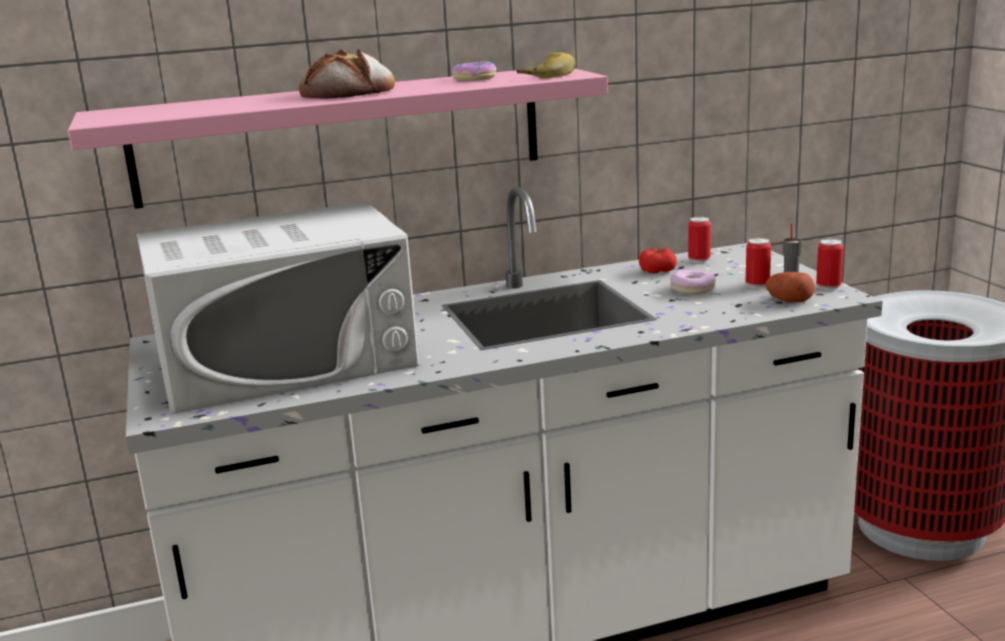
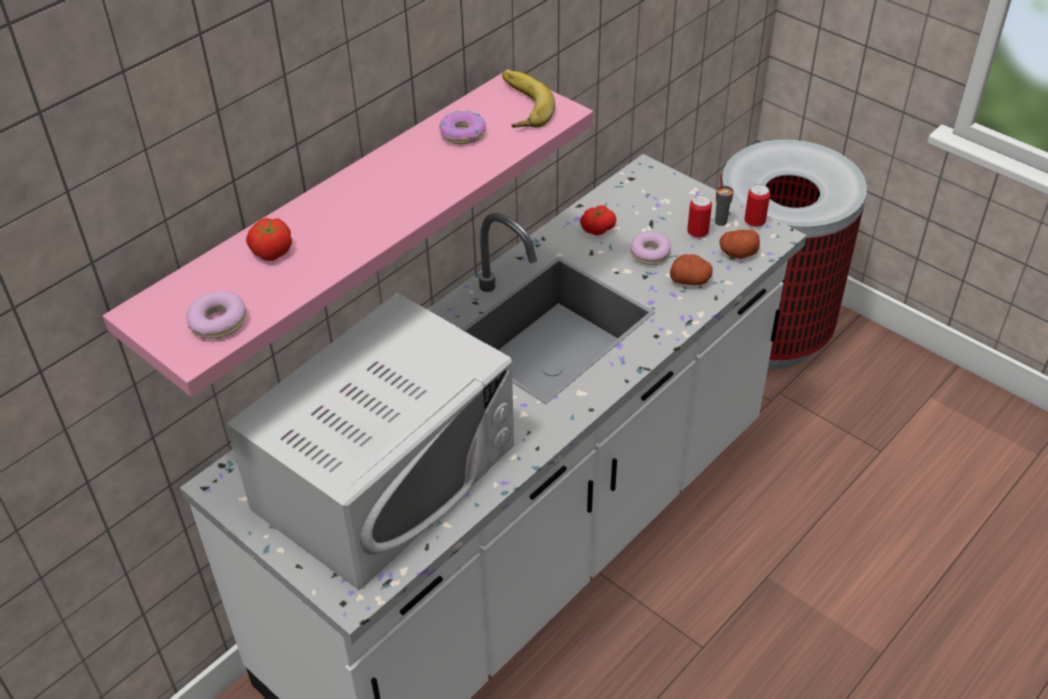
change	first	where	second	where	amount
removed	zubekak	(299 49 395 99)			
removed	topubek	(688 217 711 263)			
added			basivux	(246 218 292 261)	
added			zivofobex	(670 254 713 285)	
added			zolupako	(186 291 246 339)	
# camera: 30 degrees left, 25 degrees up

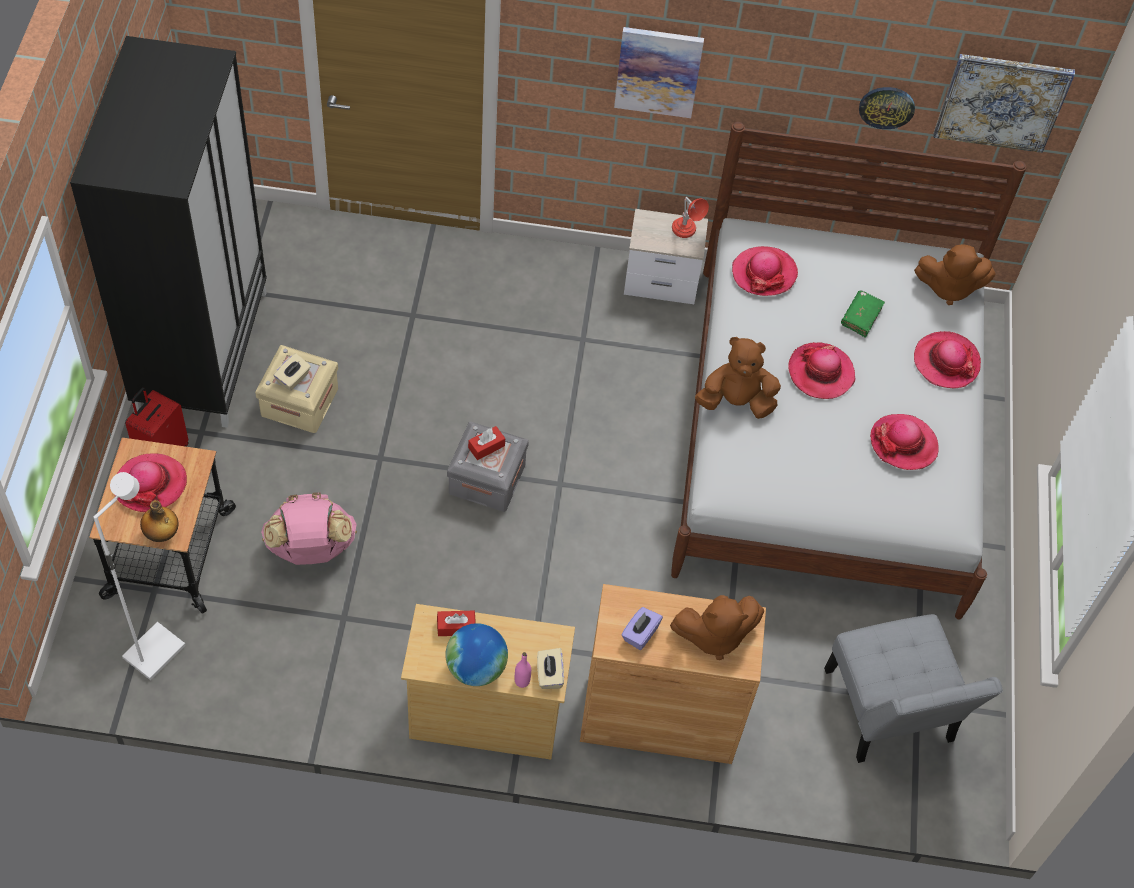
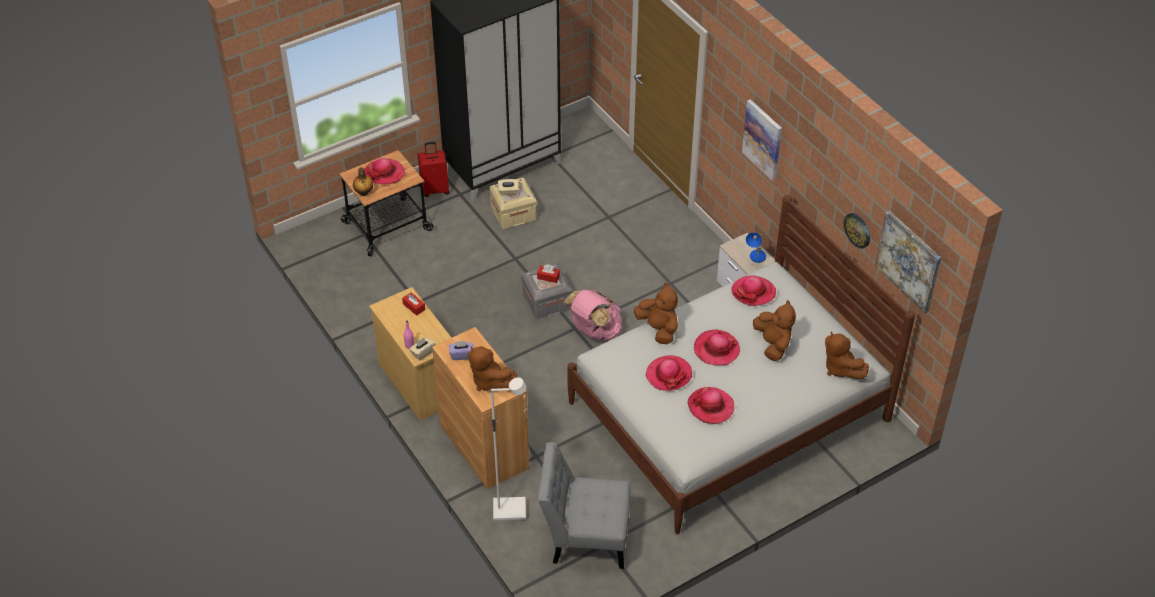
change	first	where	second	where	amount
recoloured	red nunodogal	(672 197 709 238)	blue nunodogal	(746 233 766 263)	
replaced	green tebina	(841 290 885 338)	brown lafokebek	(753 300 796 361)	
moved	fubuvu	(914 331 981 389)		(646 355 692 391)	
moved	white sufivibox	(94 472 186 680)		(491 377 527 521)	
moved	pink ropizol	(261 492 357 565)		(564 290 622 341)	
turned	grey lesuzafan	(824 614 1003 763)		(538 442 631 569)	60 degrees clockwise
removed	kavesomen	(445 623 508 686)			
# camera: 55 degrees right, 10 degrees down

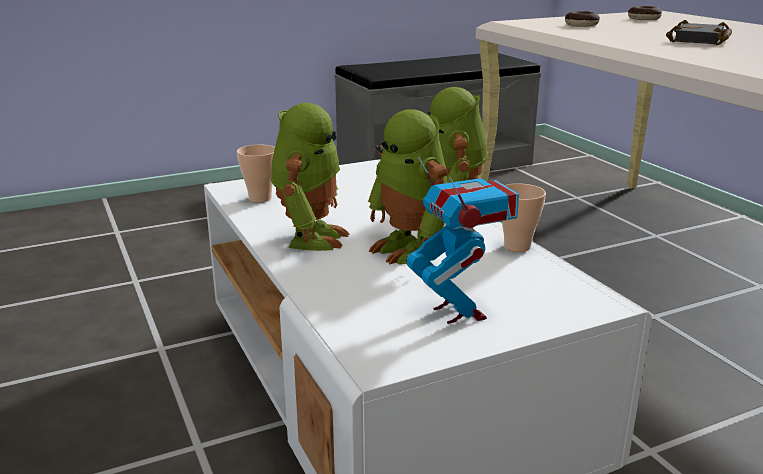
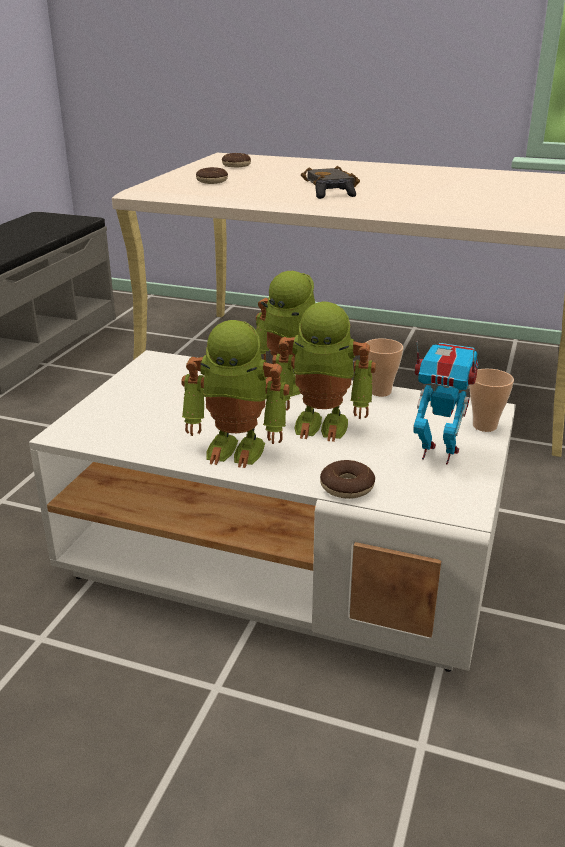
change	first	where	second	where	amount
turned	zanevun	(271 103 350 251)		(181 320 290 468)	135 degrees clockwise
moved	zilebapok	(237 144 275 203)		(469 369 514 432)	
added			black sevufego	(316 179 356 199)	
added			zolupako	(320 460 375 499)	
# camera: 45 degrees left, 5 degrees up

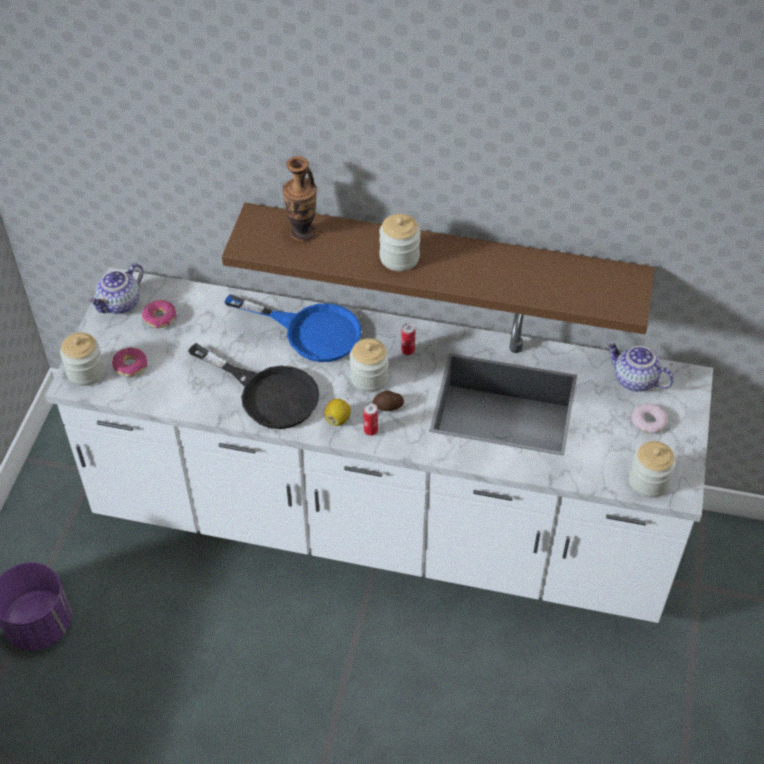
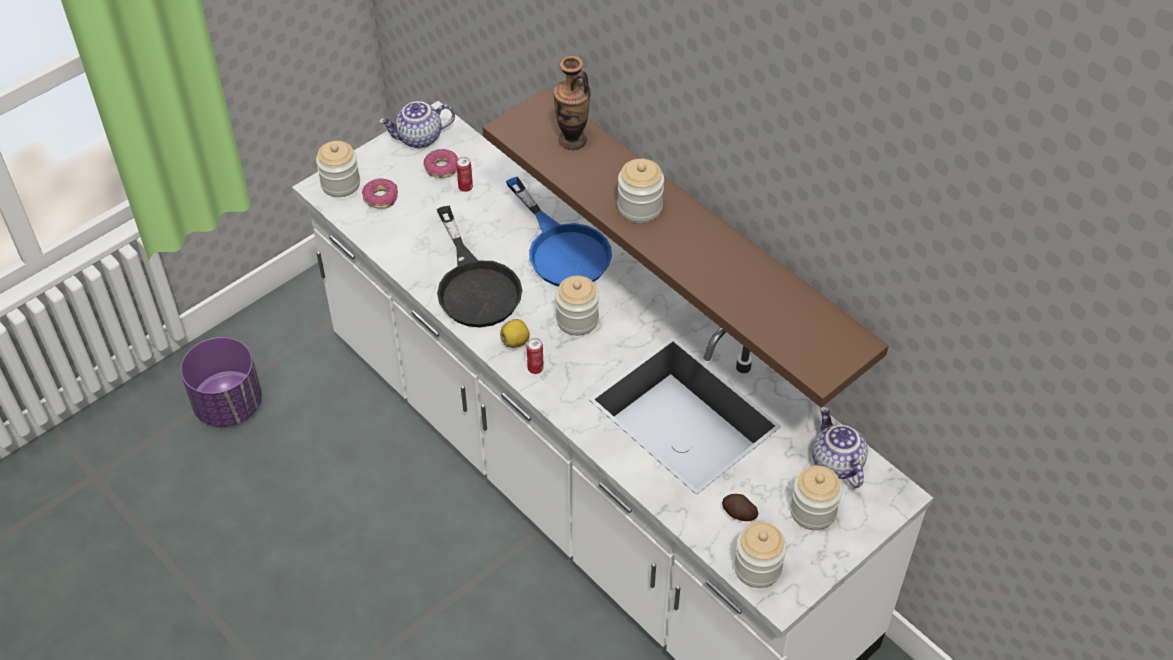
change	first	where	second	where	amount
moved	topubek	(401 323 415 355)		(456 157 473 192)	
moved	zivofobex	(373 390 404 411)		(722 494 758 521)	
replaced	zolupako	(632 404 668 433)	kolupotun	(790 466 842 530)	
# camera: 35 degrees right, 0 degrees up

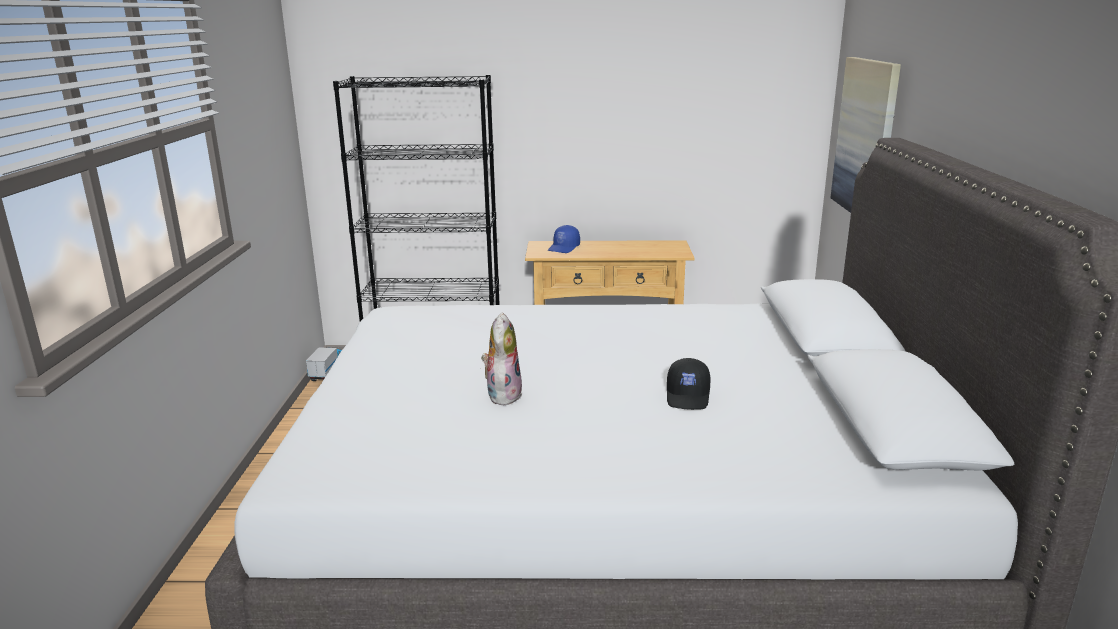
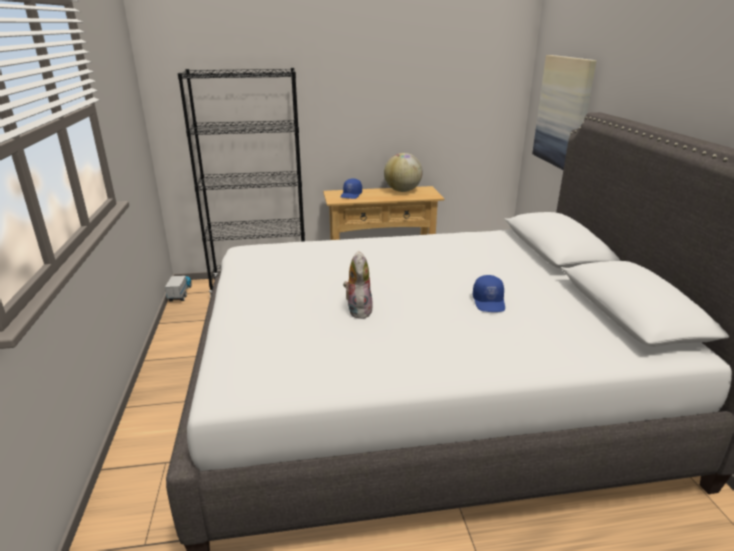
change	first	where	second	where	amount
recoloured	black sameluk	(667 358 711 410)	blue sameluk	(473 275 505 312)	
added			kavesomen	(384 153 422 192)	
# camera: 10 degrees left, 5 degrees up

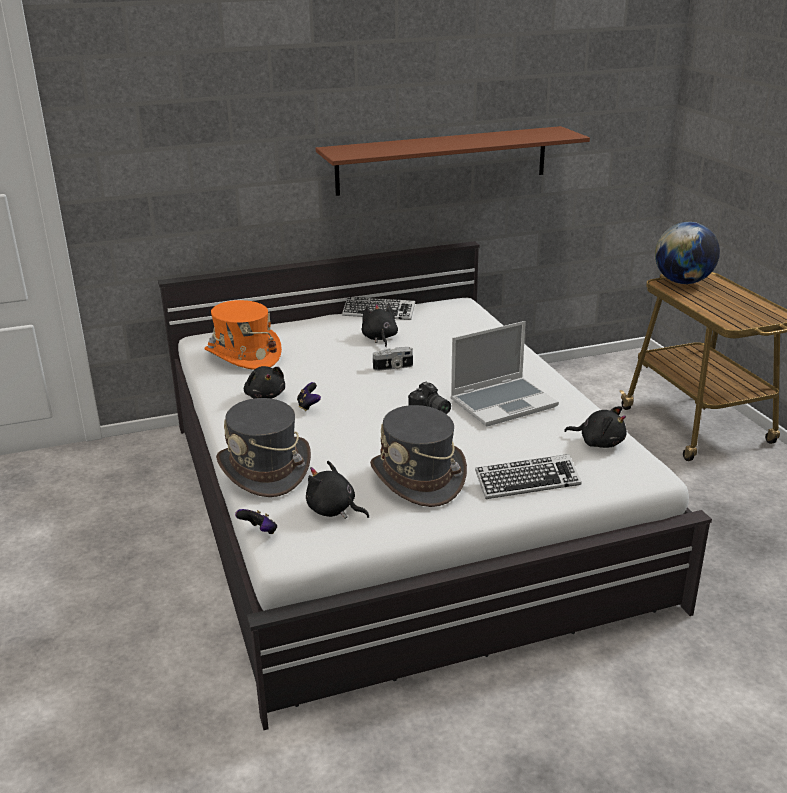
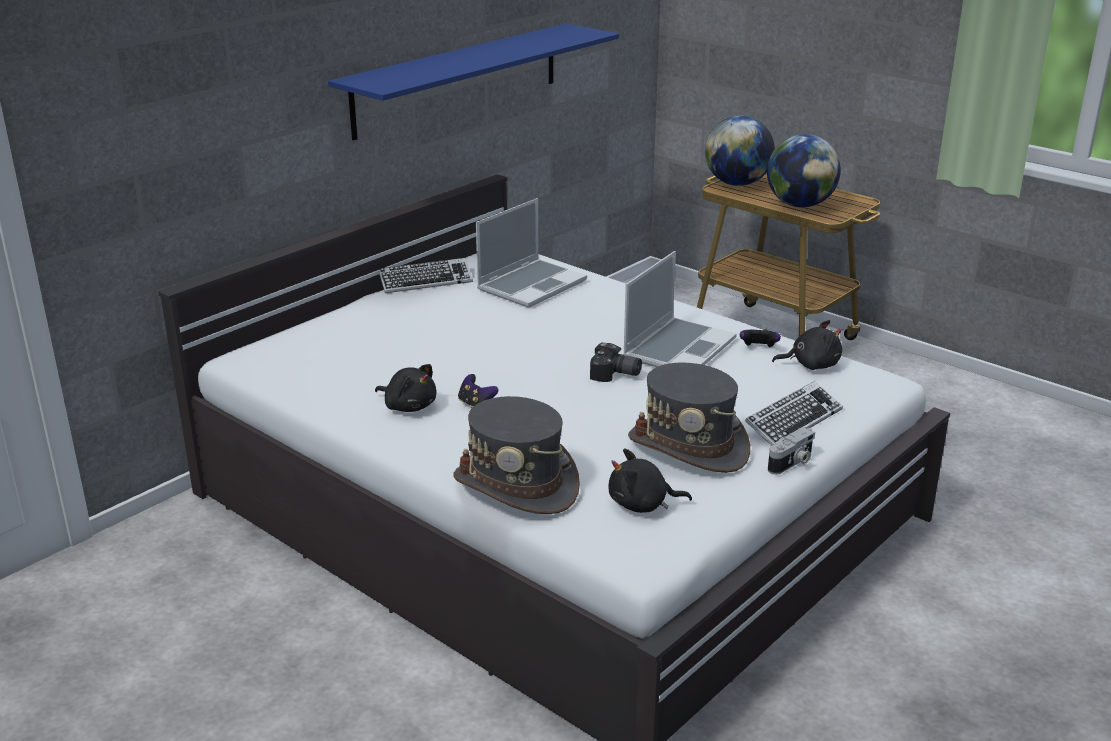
change	first	where	second	where	amount
recoloured	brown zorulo	(316 126 590 196)	blue zorulo	(328 24 619 140)	
removed	orange fubuvu	(204 300 282 370)			
removed	black lafokebek	(362 304 398 347)			
moved	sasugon	(373 347 413 371)		(768 427 815 474)	
moved	sevufego	(235 509 277 534)		(740 329 781 347)	
added			kavesomen	(767 134 841 207)	
added			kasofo	(476 198 587 308)	
# camera: 30 degrees left, 0 degrees up

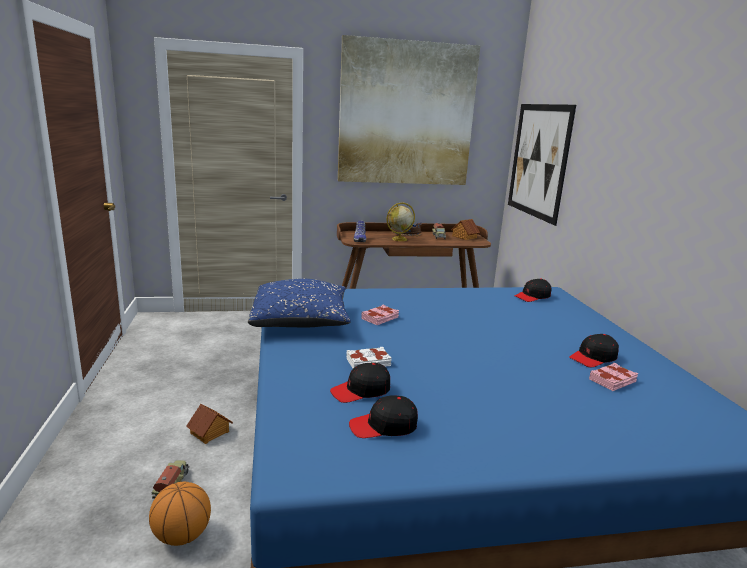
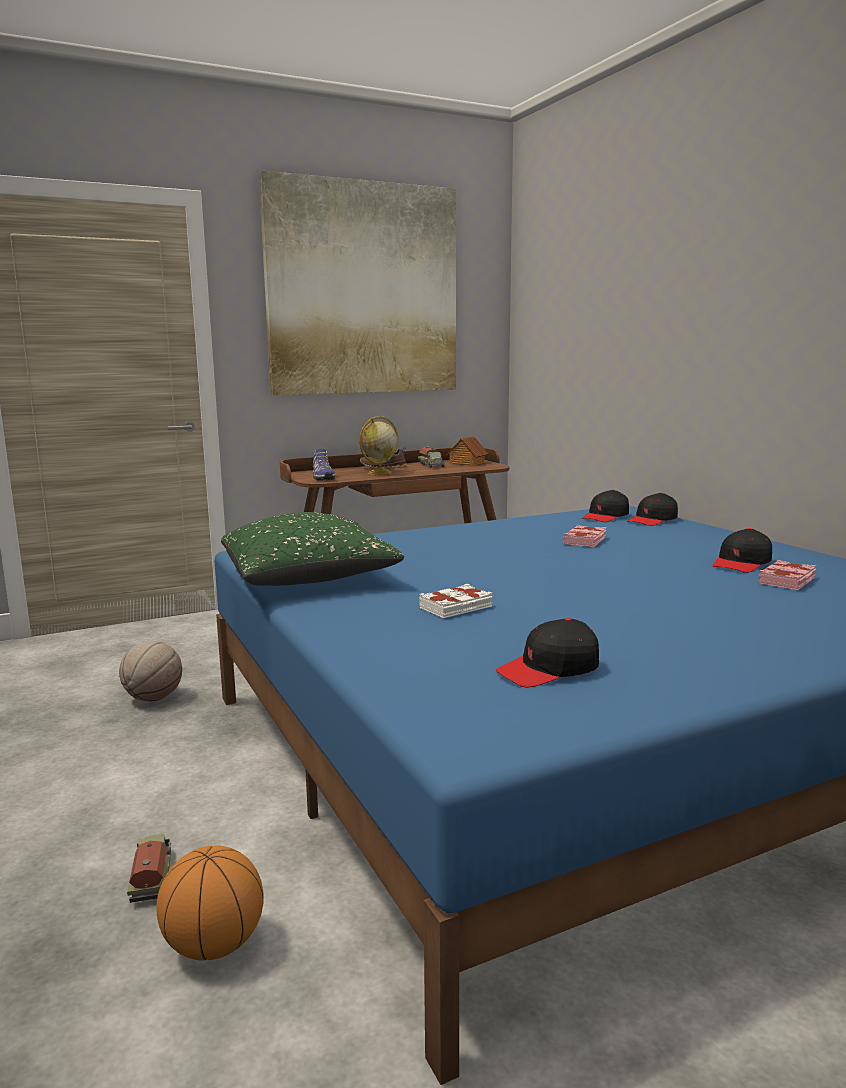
change	first	where	second	where	amount
removed	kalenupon	(508 104 576 226)			
recoloured	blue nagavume	(248 279 351 327)	green nagavume	(221 512 404 586)	
moved	pink tebina	(361 304 399 325)		(563 525 606 547)	
moved	black sameluk	(330 363 390 403)		(627 492 678 526)	
removed	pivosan	(186 403 233 444)			
added			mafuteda	(119 641 182 702)	
# camera: 15 degrees left, 5 degrees down

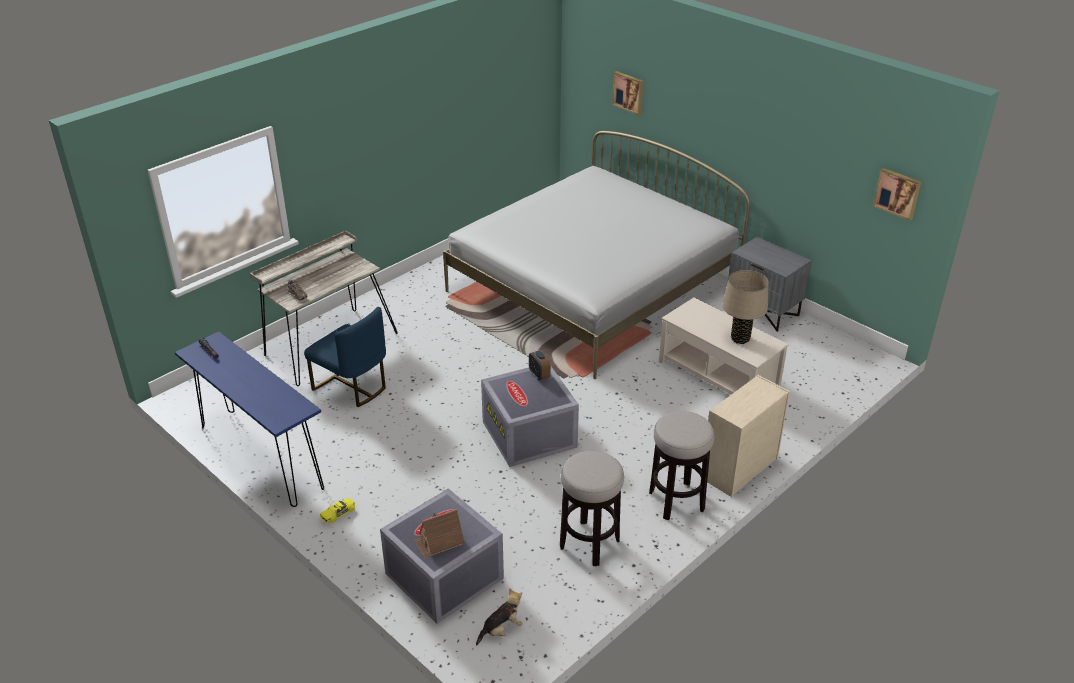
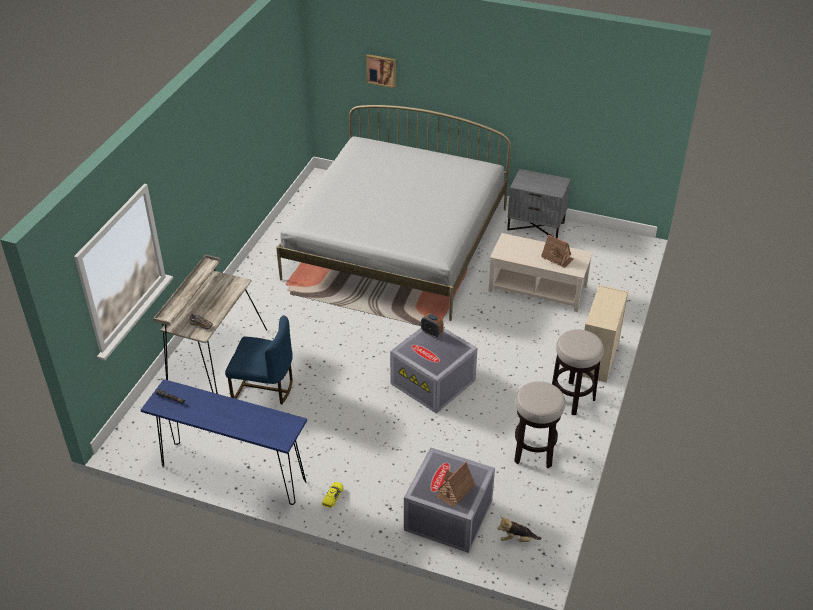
change	first	where	second	where	amount
removed	kalenupon	(873 168 921 220)			
replaced	beige nunodogal	(722 270 769 344)	pivosan	(541 235 574 268)	
turned	lafokebek	(476 588 523 645)		(497 517 542 542)	120 degrees counterclockwise
# camera: 25 degrees left, 5 degrees up

